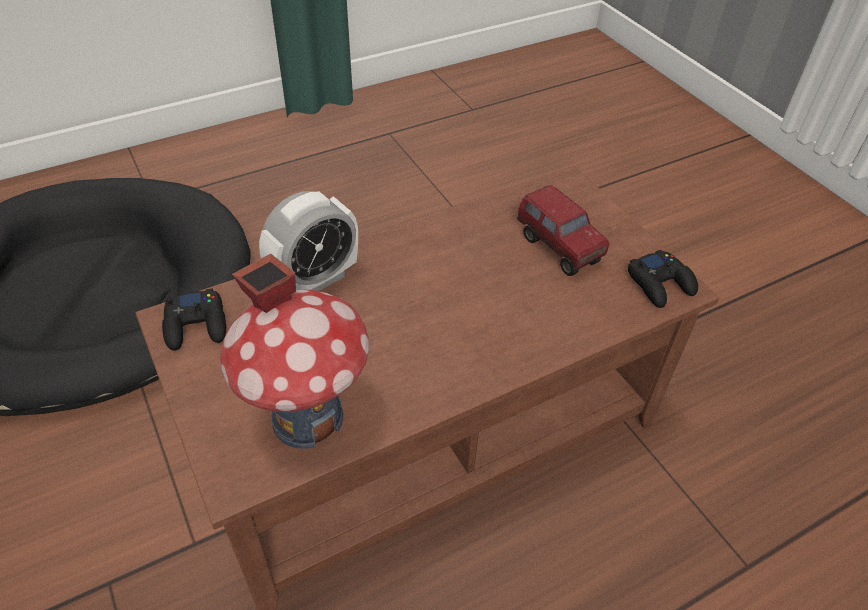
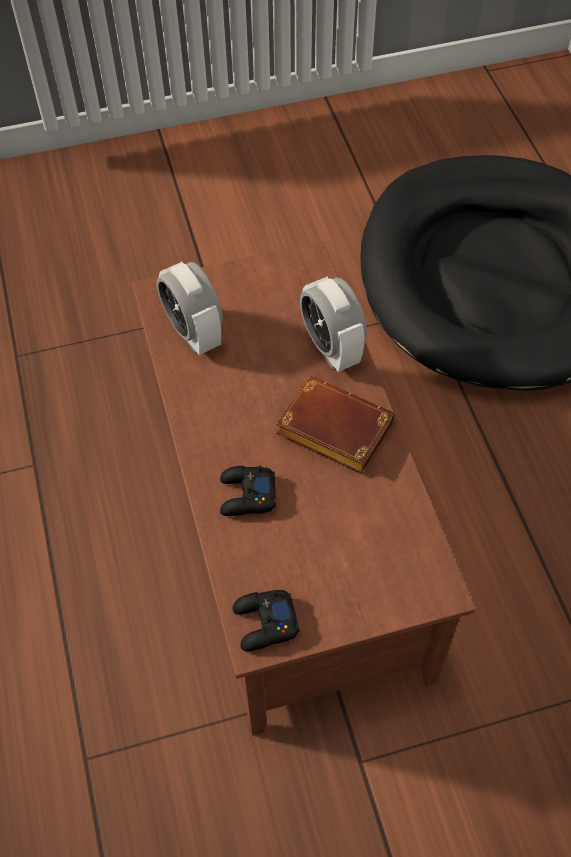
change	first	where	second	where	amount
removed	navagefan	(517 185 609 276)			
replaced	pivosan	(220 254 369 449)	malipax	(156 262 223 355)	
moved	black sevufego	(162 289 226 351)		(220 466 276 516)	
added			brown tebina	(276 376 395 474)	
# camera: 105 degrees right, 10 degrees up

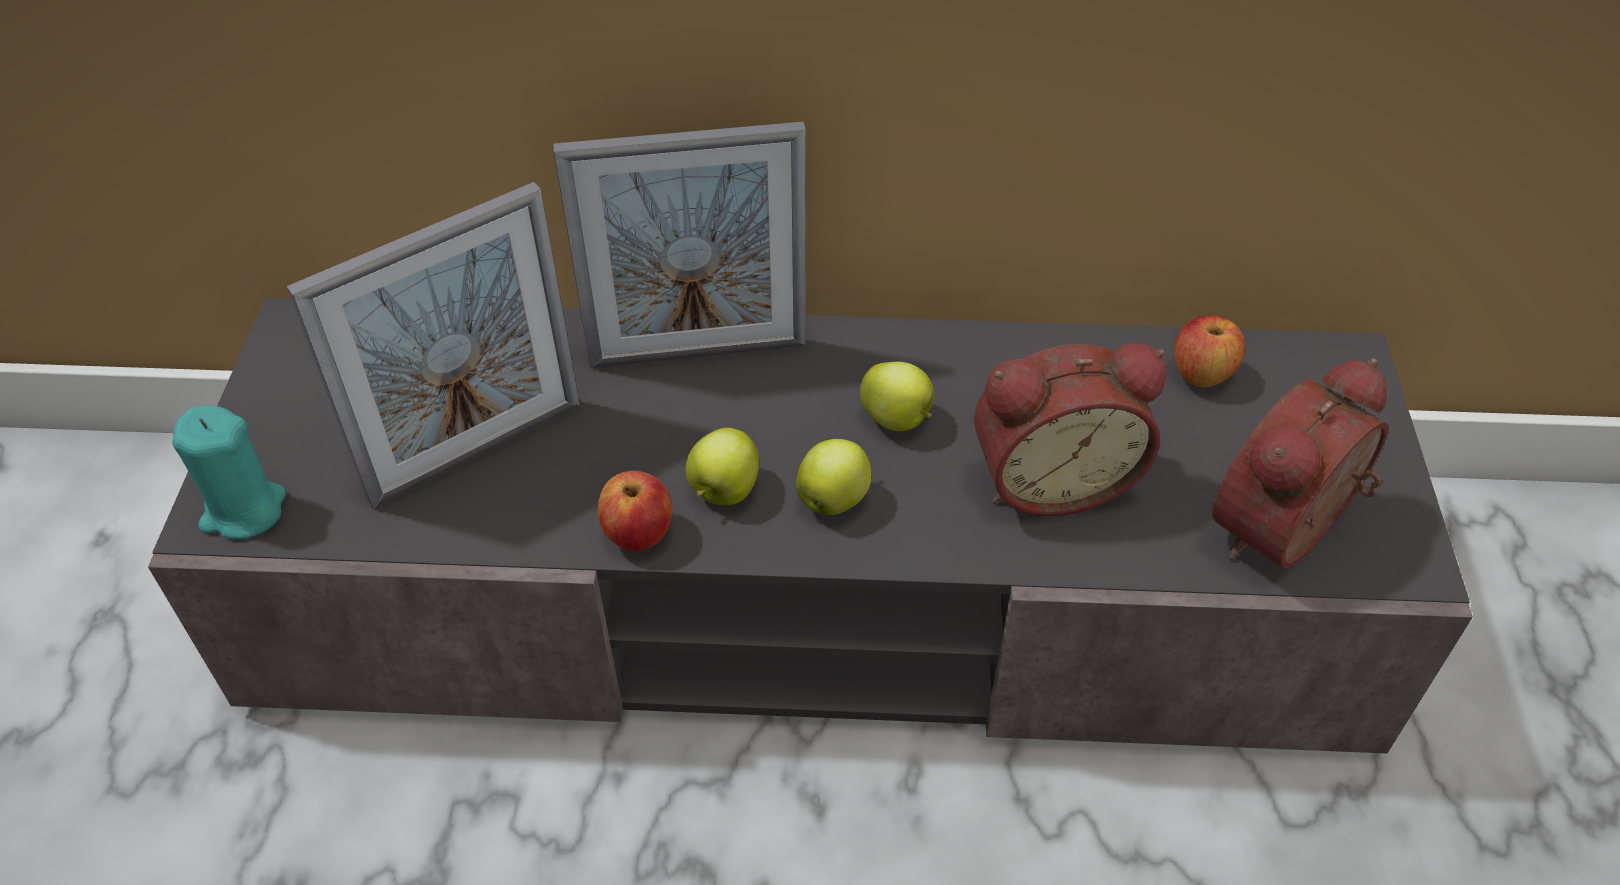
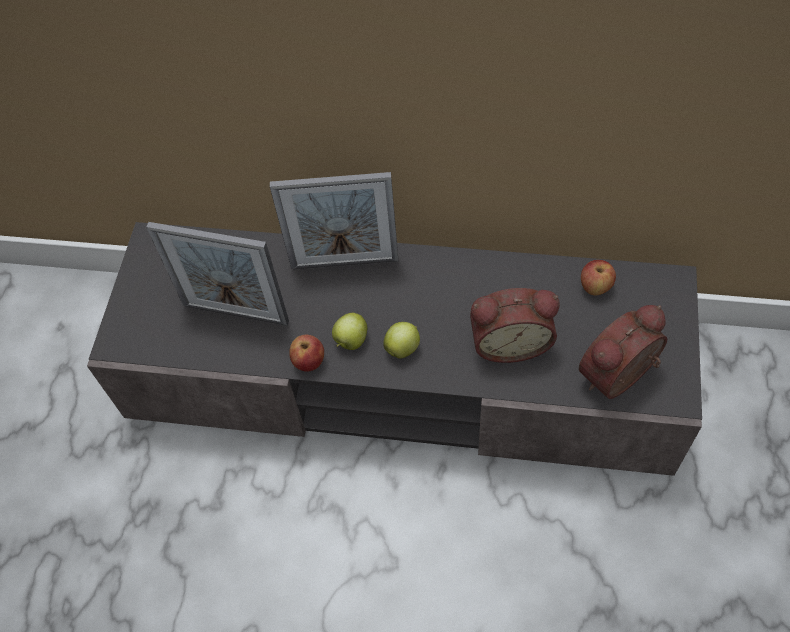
change	first	where	second	where	amount
turned	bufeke	(287 182 580 509)		(146 222 289 326)	45 degrees clockwise
removed	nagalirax	(860 361 934 431)			
removed	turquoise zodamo	(172 405 286 539)			
# camera: 10 degrees right, 10 degrees up

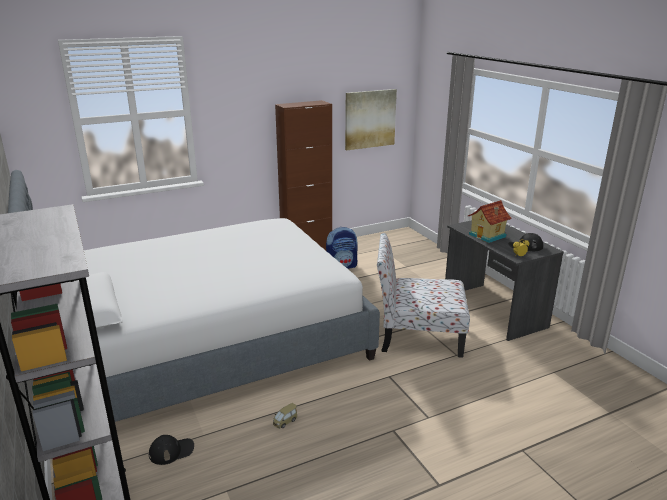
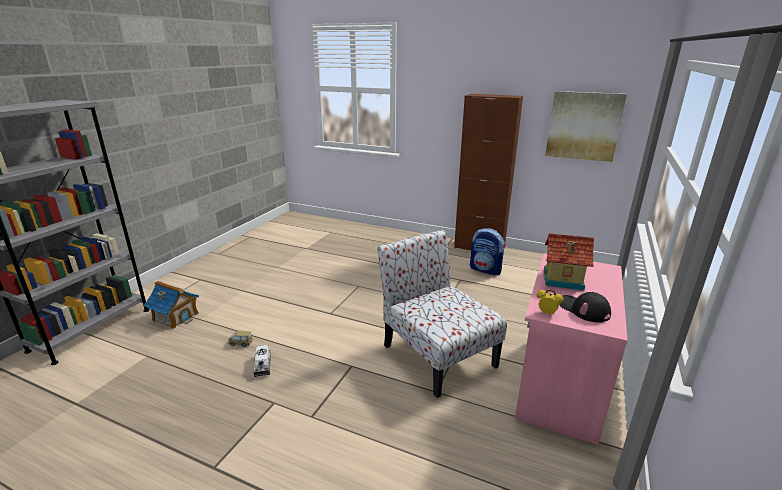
change	first	where	second	where	amount
removed	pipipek	(8 170 380 422)			
recoloured	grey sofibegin	(445 220 564 341)	pink sofibegin	(515 253 628 445)	
replaced	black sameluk	(149 435 194 465)	pivosan	(143 281 199 329)	
added			navagefan	(254 345 271 377)	
# camera: 50 degrees right, 0 degrees up

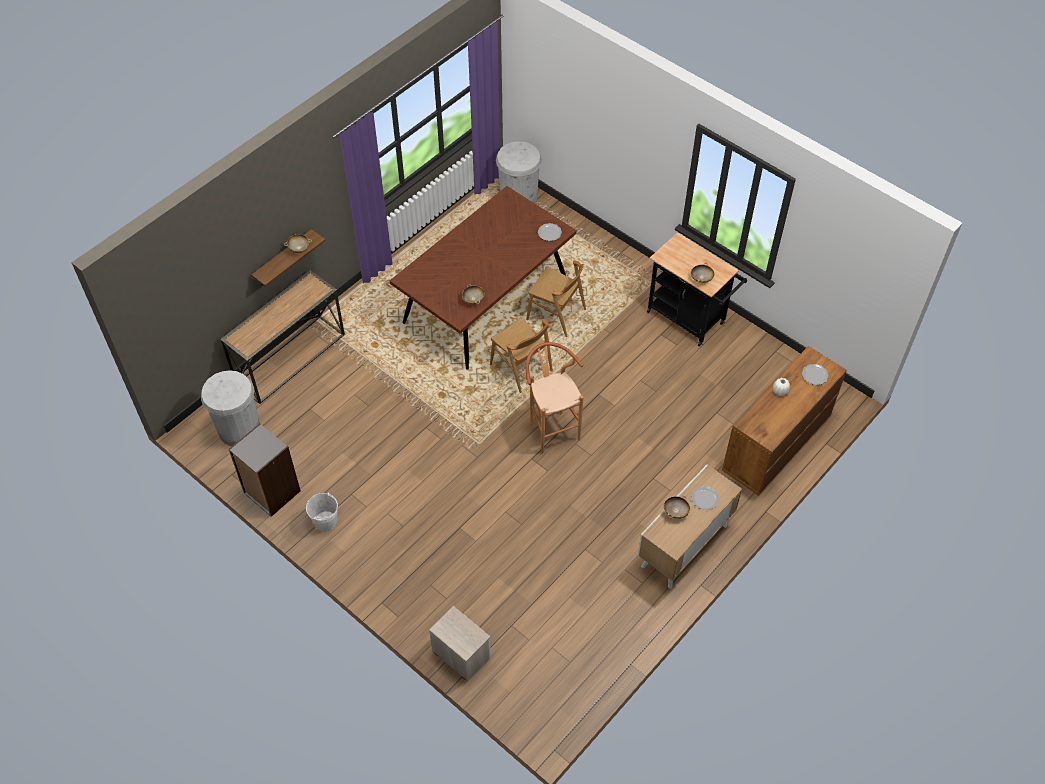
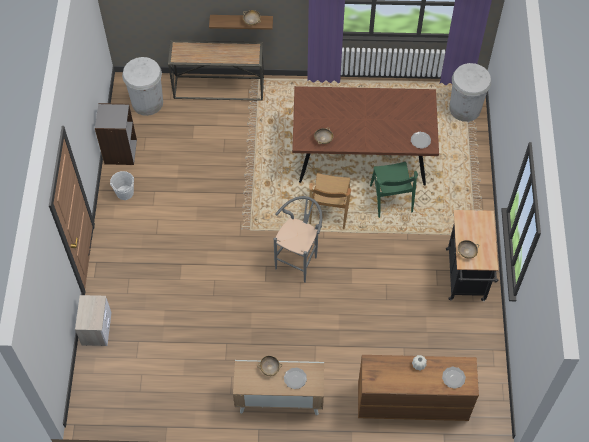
change	first	where	second	where	amount
recoloured	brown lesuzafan	(526 260 586 337)	green lesuzafan	(370 162 418 218)	
recoloured	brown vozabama	(526 342 584 454)	grey vozabama	(274 196 322 283)	
# camera: 50 degrees right, 5 degrees up

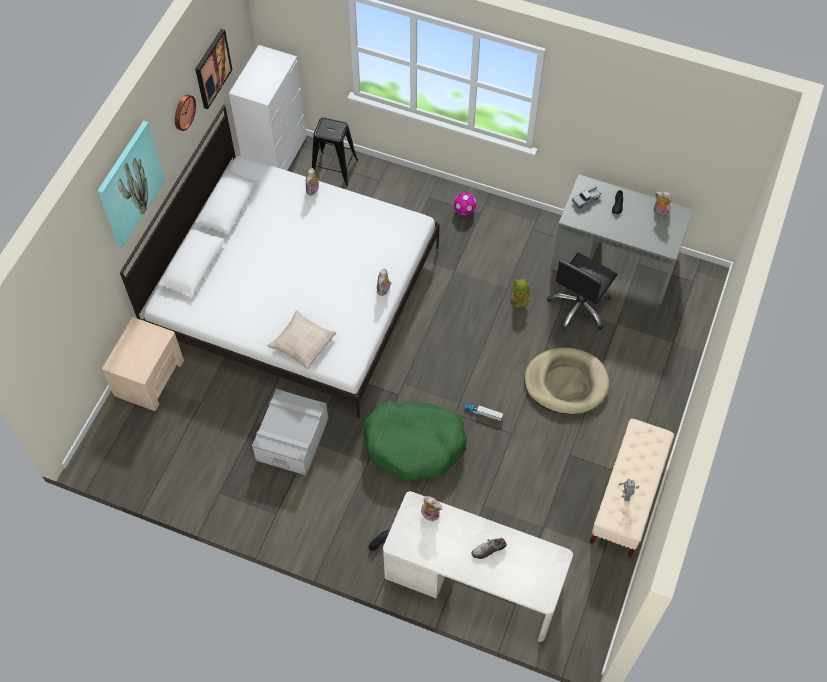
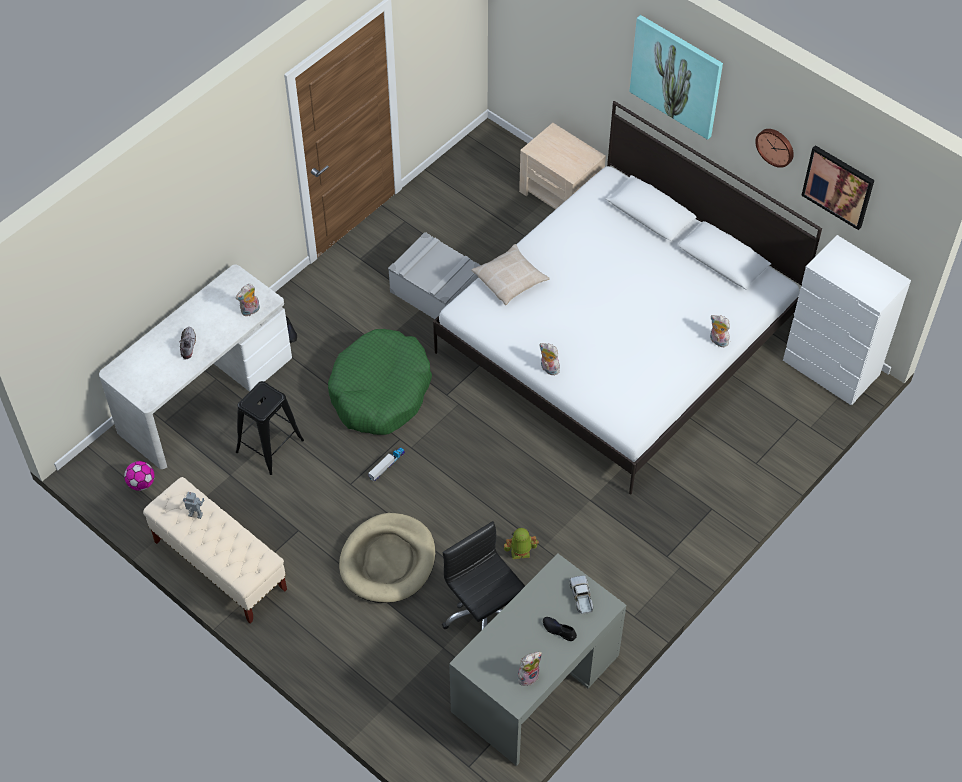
change	first	where	second	where	amount
moved	black vozabama	(312 117 358 186)		(236 381 304 475)	
moved	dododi	(454 193 476 215)		(124 461 154 491)	
# camera: 110 degrees right, 5 degrees down

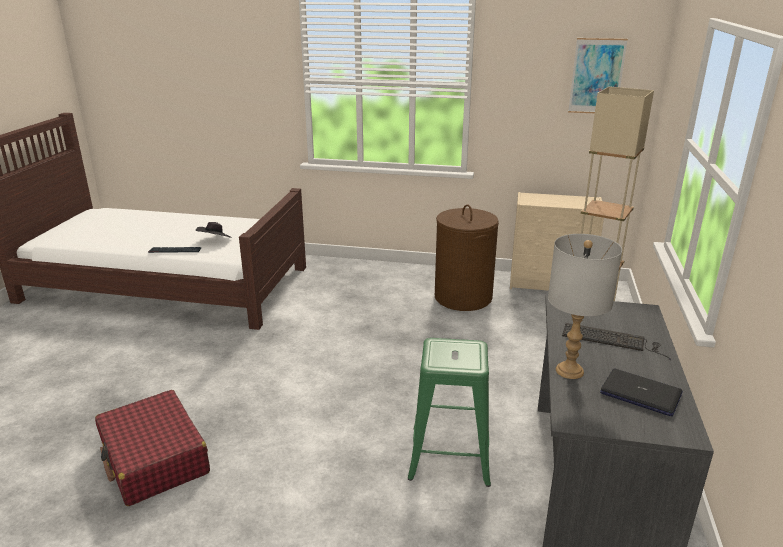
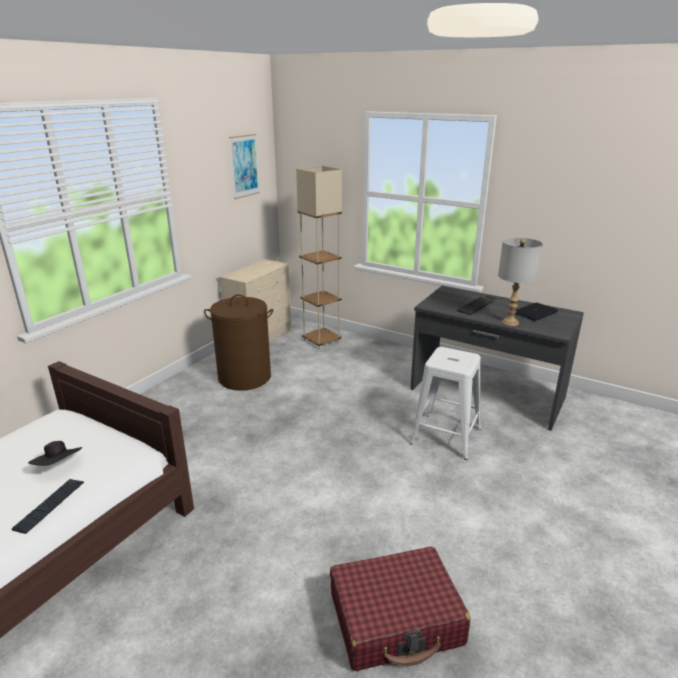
change	first	where	second	where	amount
recoloured	green vozabama	(408 338 491 487)	white vozabama	(410 347 481 460)	
# camera: 70 degrees left, 0 degrees up

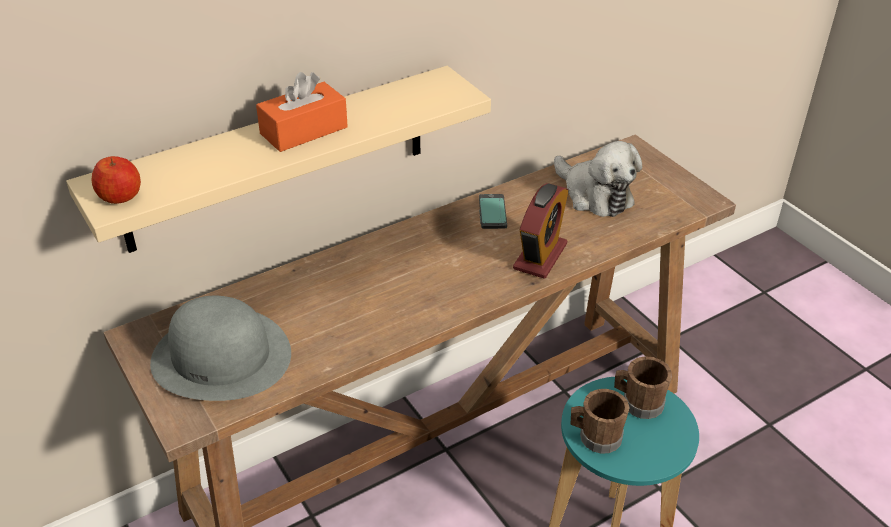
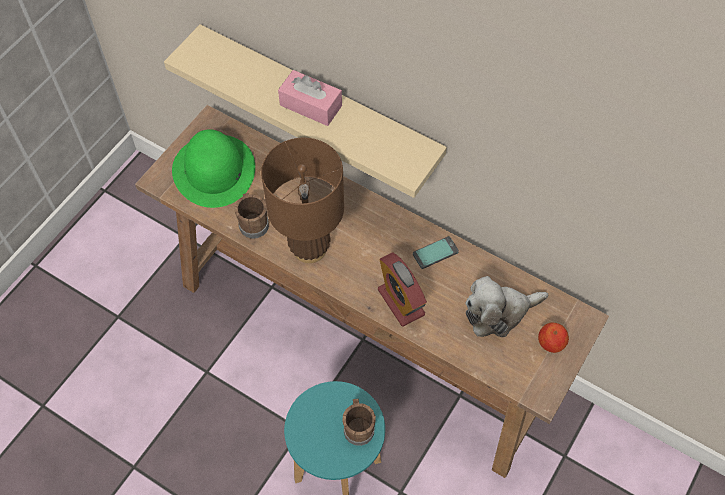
change	first	where	second	where	amount
recoloured	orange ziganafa	(256 72 348 152)	pink ziganafa	(278 70 342 126)	
turned	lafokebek	(554 141 642 217)		(466 276 548 337)	45 degrees clockwise
moved	nagalirax	(92 156 141 204)		(538 323 569 353)	
turned	malipax	(513 183 568 279)		(378 252 427 327)	60 degrees clockwise
recoloured	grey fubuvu	(150 296 291 401)	green fubuvu	(172 129 255 208)	
moved	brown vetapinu	(571 389 629 454)		(235 193 269 239)	
added			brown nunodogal	(261 138 344 263)	
# camera: 65 degrees right, 20 degrees up

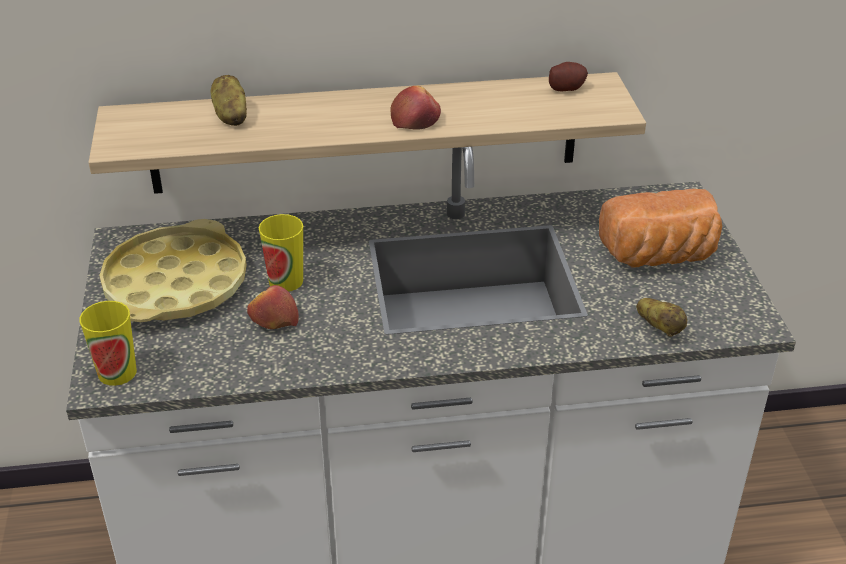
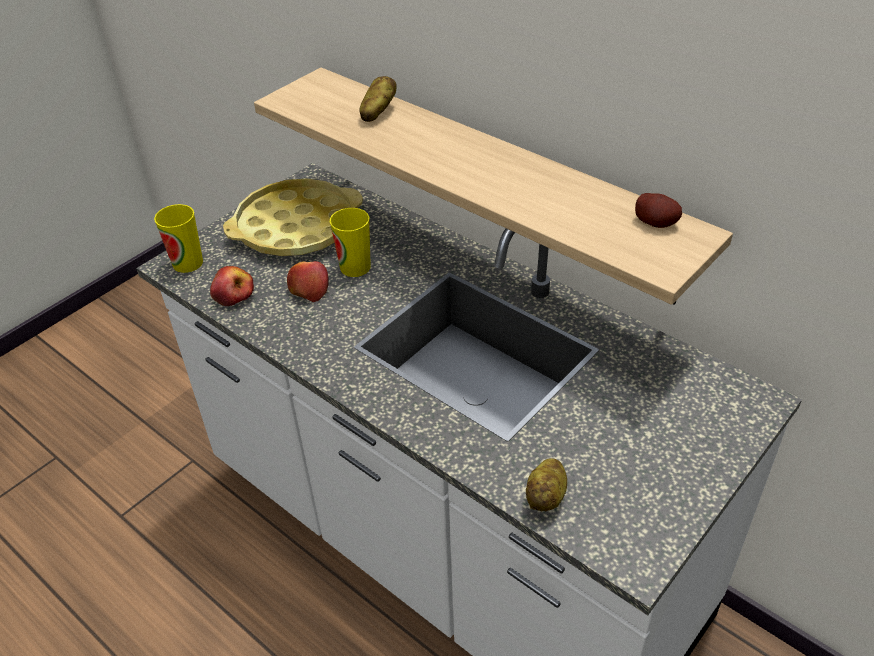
change	first	where	second	where	amount
moved	nagalirax	(390 86 441 130)		(210 266 254 306)	
removed	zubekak	(599 189 722 267)			
# camera: 50 degrees right, 5 degrees up

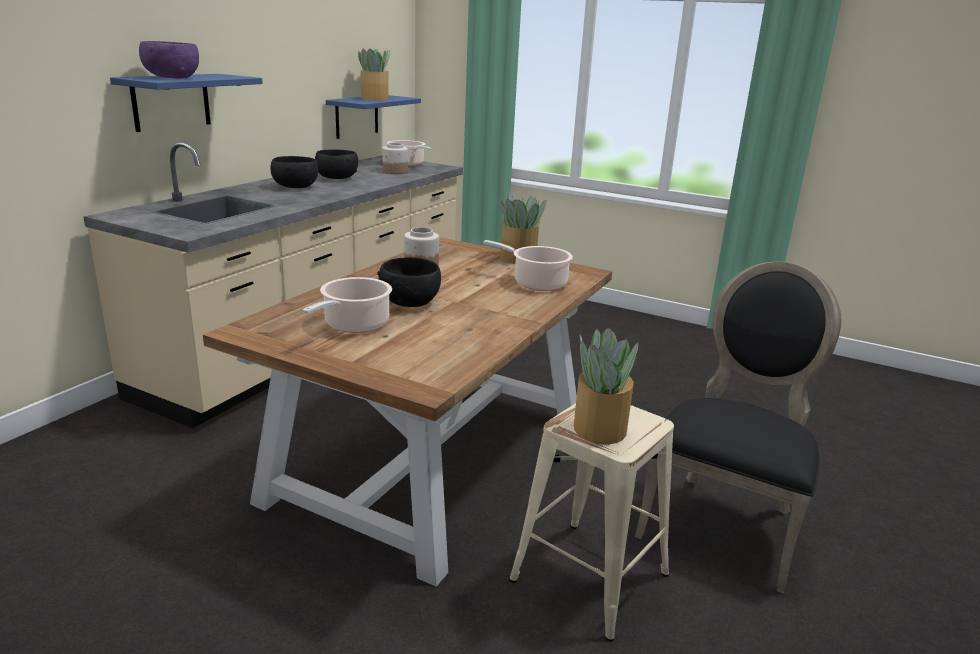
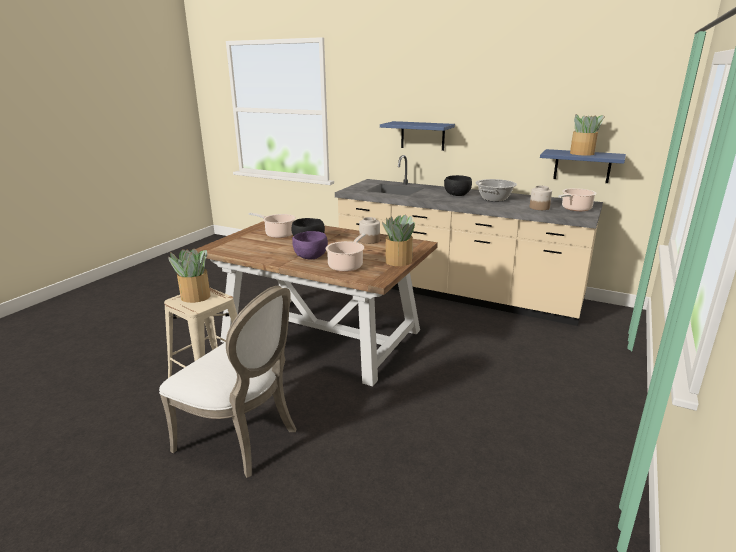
change	first	where	second	where	amount
moved	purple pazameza	(139 41 199 79)		(292 231 328 260)	
replaced	black pazameza	(315 149 358 179)	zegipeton	(475 179 517 202)	
recoloured	black lesuzafan	(635 262 841 594)	white lesuzafan	(159 286 296 478)	
# camera: 90 degrees right, 0 degrees up

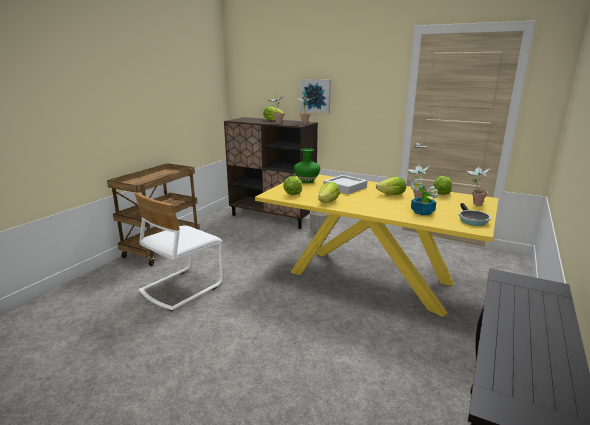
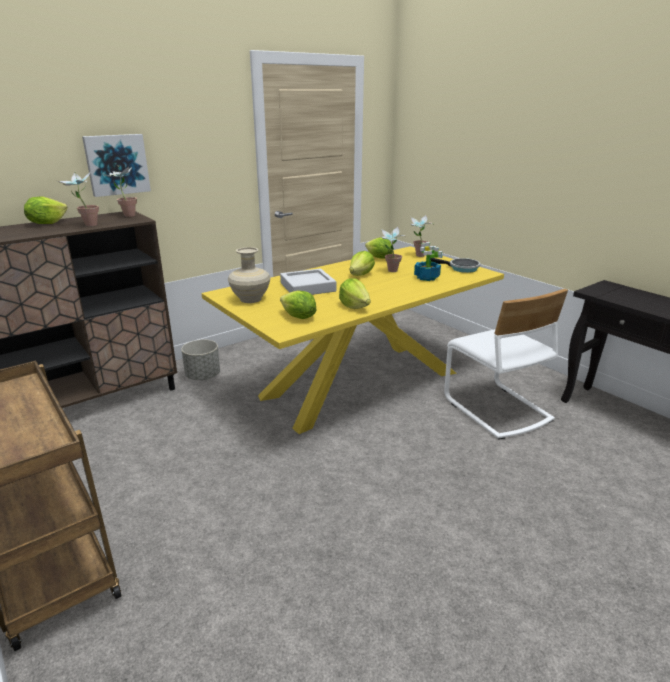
change	first	where	second	where	amount
recoloured	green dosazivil	(294 148 321 183)	beige dosazivil	(228 247 270 303)	
moved	white lesuzafan	(135 192 223 311)		(444 289 568 440)	
# camera: 65 degrees left, 5 degrees up

